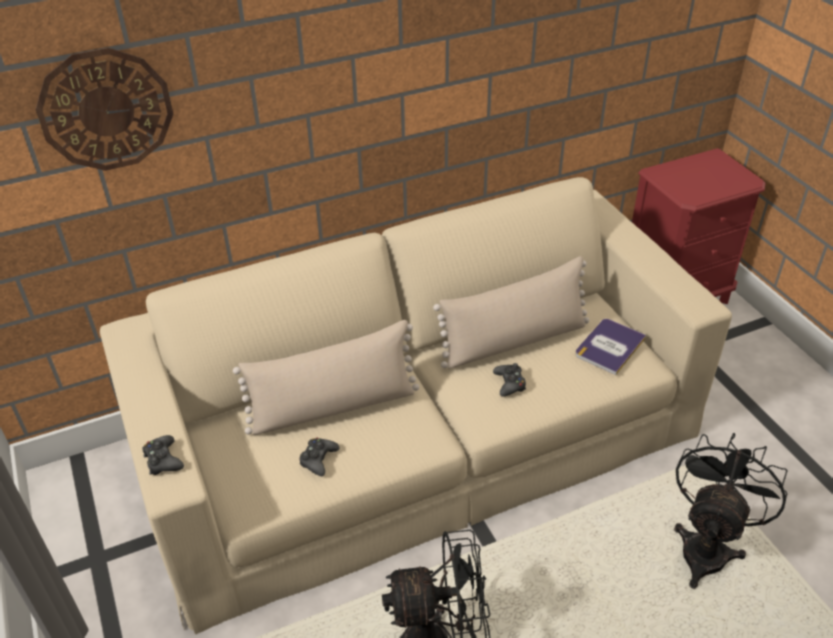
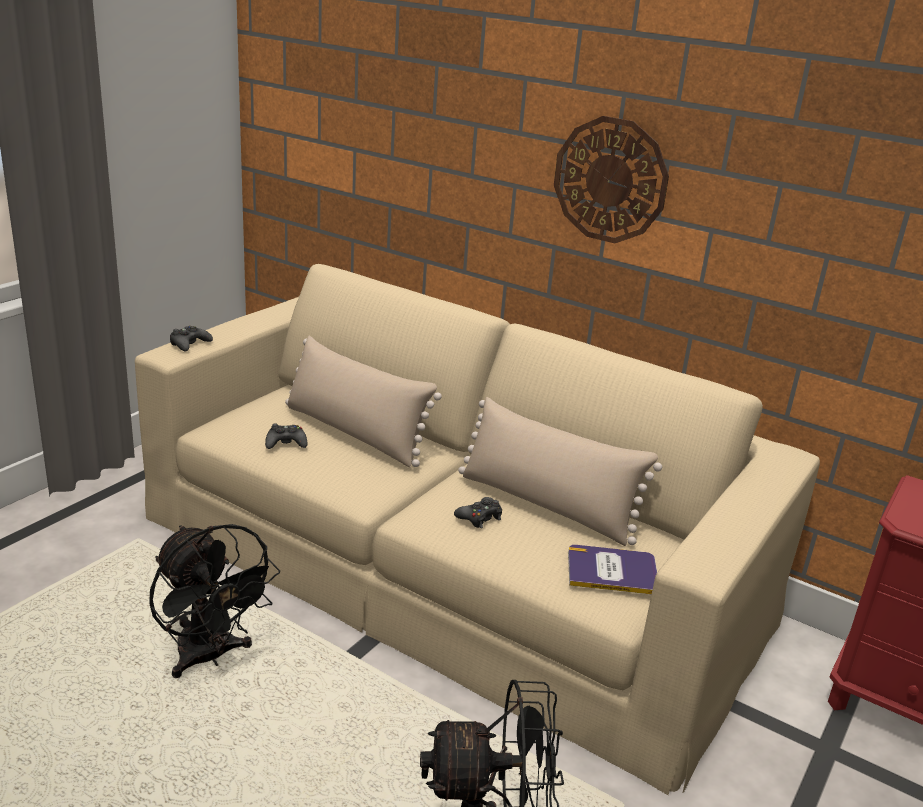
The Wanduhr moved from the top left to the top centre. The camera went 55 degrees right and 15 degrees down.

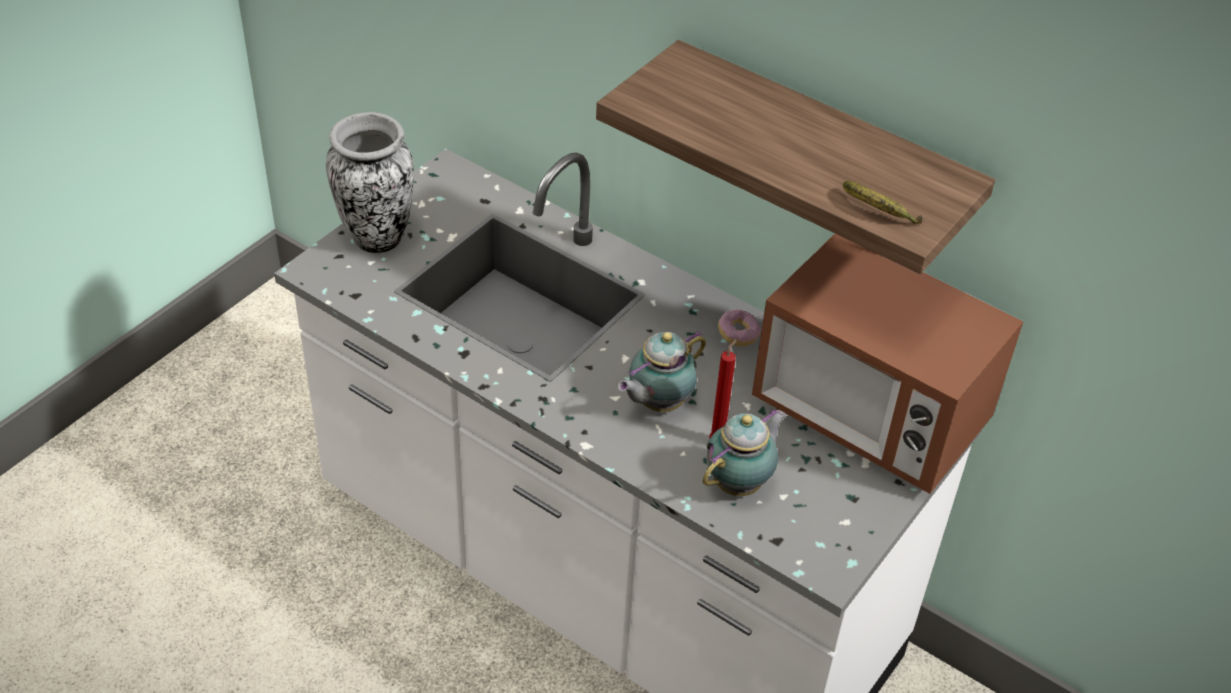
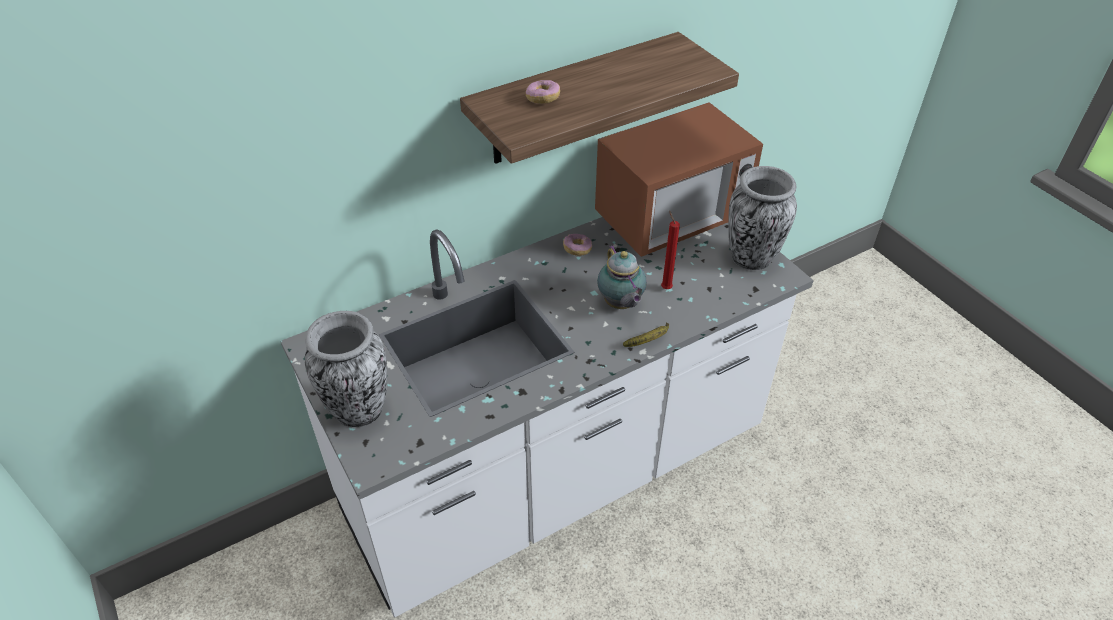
The Teekanne (2nd from left) at the centre disappeared. The Donut (1st from left) at the top centre appeared. The Vase (2nd from left) at the middle right appeared. The Banane moved from the top right to the centre. The camera went 65 degrees left and 0 degrees up.

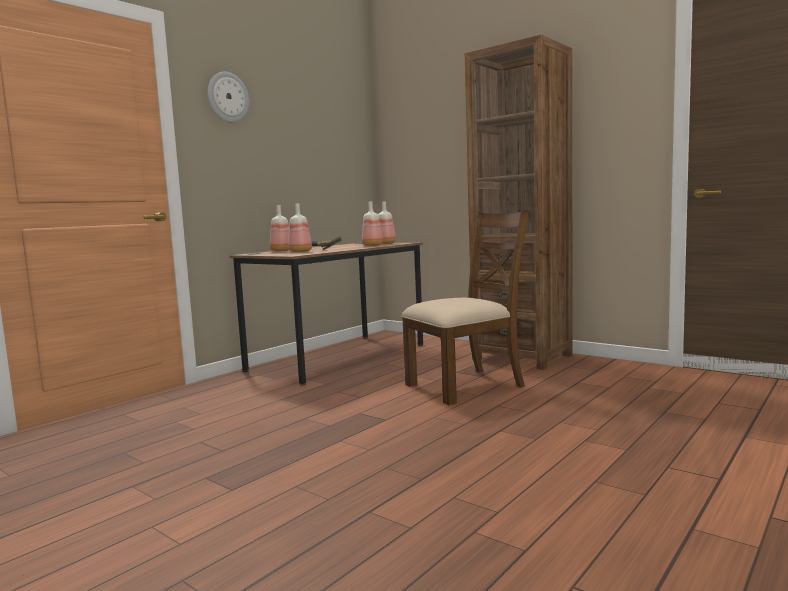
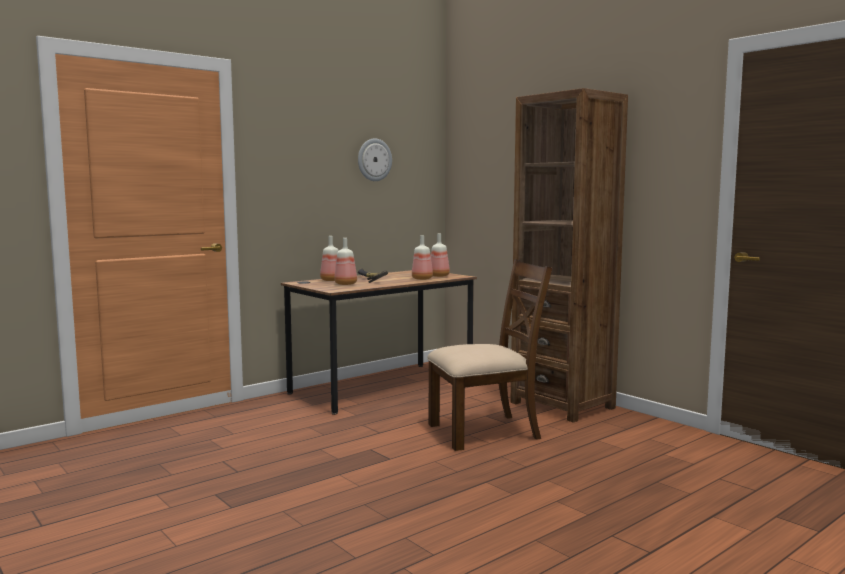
The Wanduhr moved from the top left to the top centre. The camera went 10 degrees right and 0 degrees up.

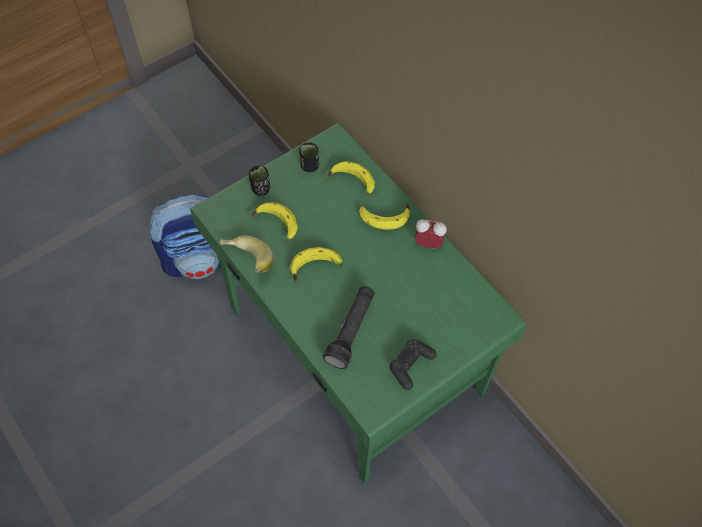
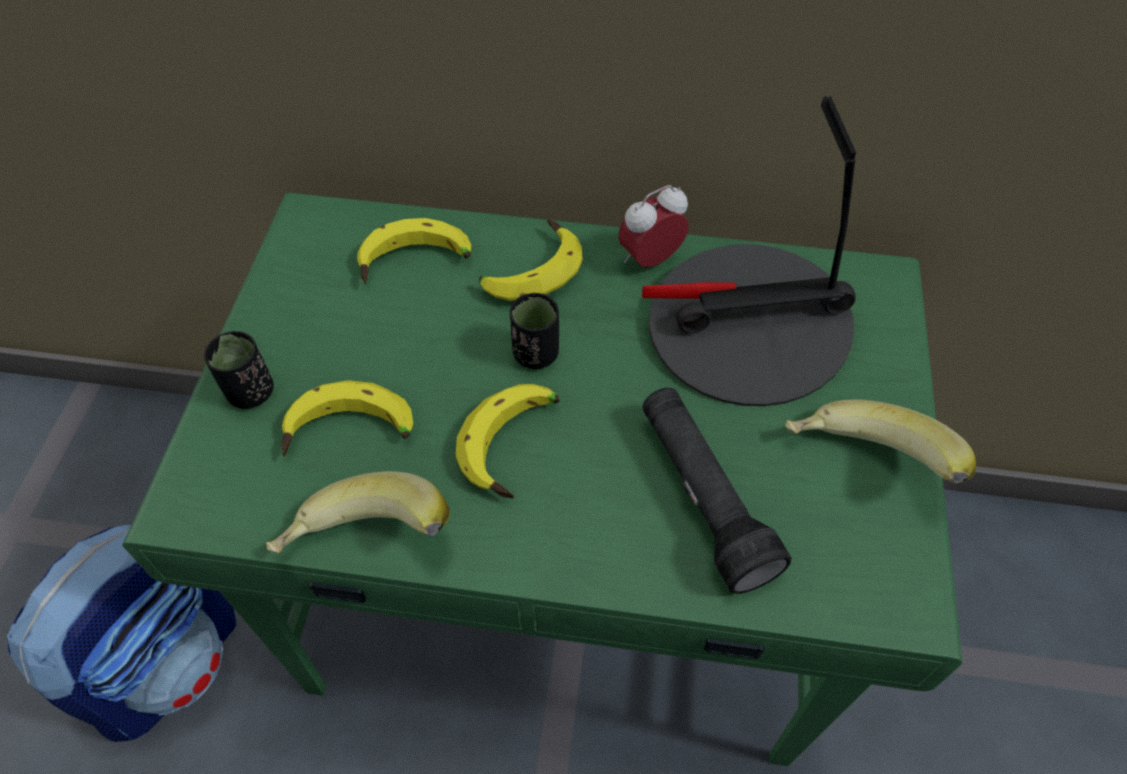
The Tischlampe at the top centre appeared. The Tasse [schwarz] (2nd from left) moved from the top centre to the centre. The Gamepad [schwarz] at the bottom centre was replaced by the Banane (6th from left) at the middle right. The camera went 45 degrees left and 5 degrees down.

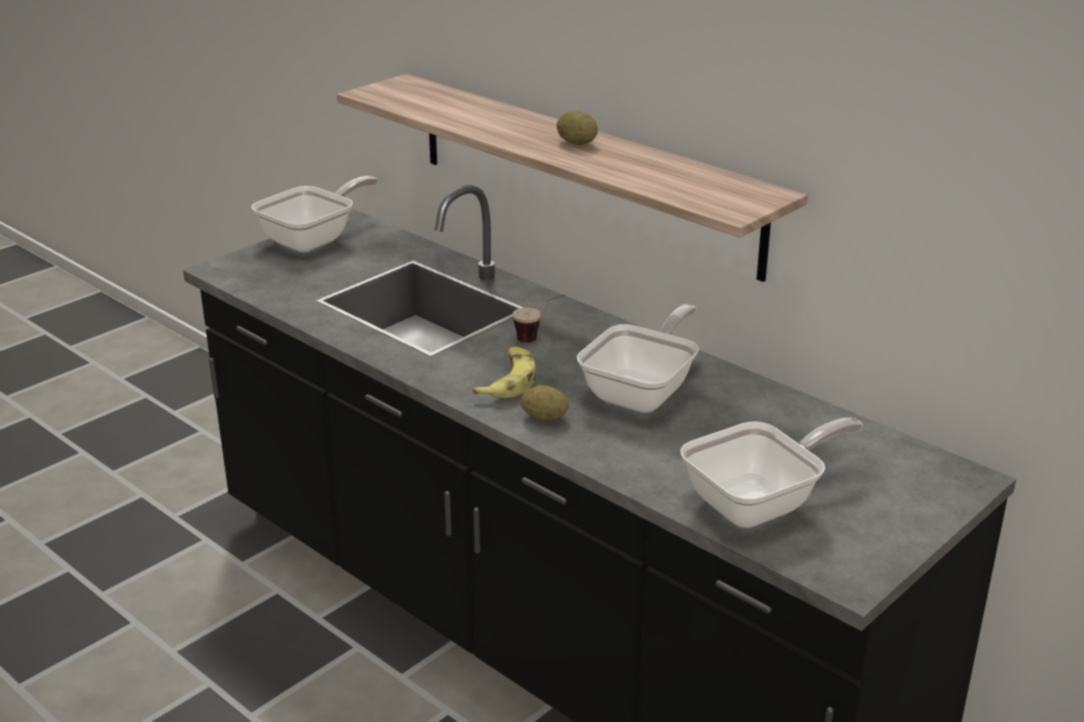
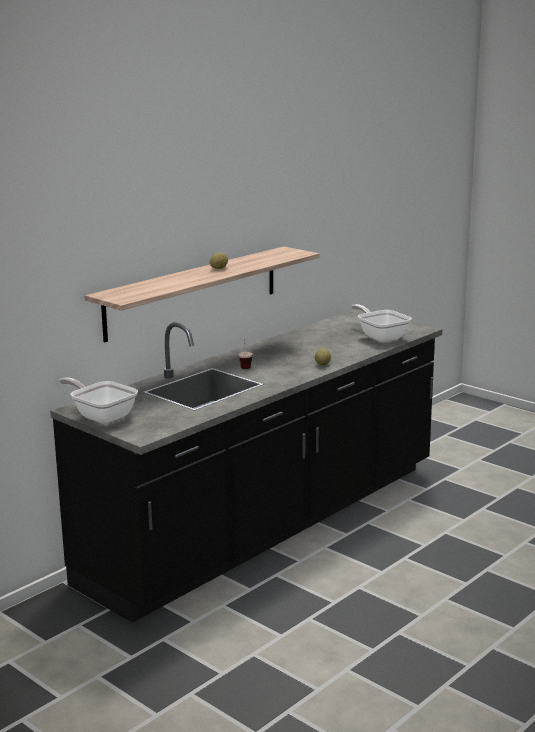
The Banane at the centre disappeared. The Pfanne (2nd from left) at the centre disappeared. The camera went 90 degrees left and 10 degrees down.

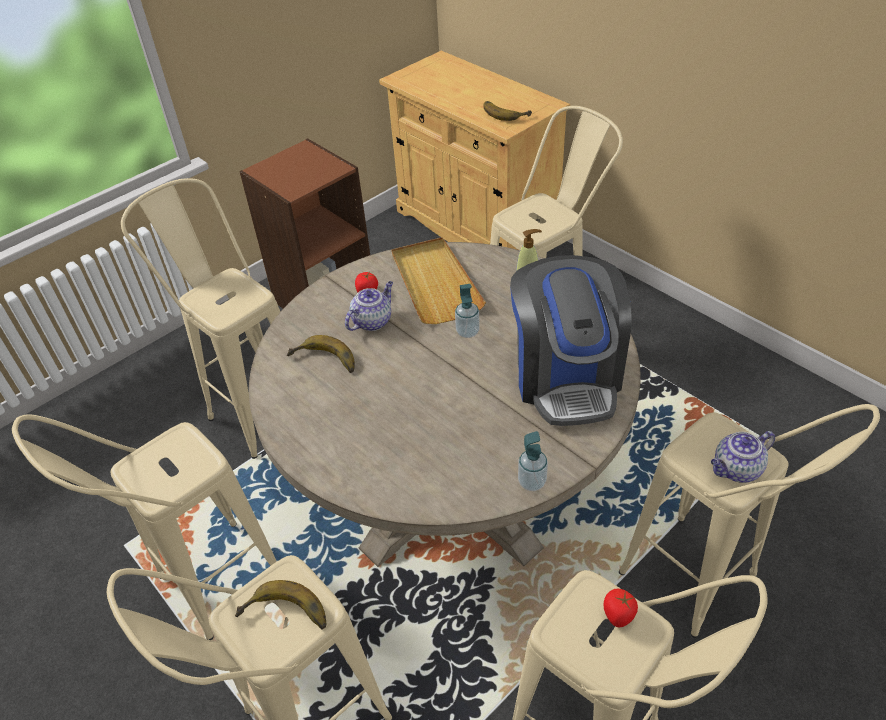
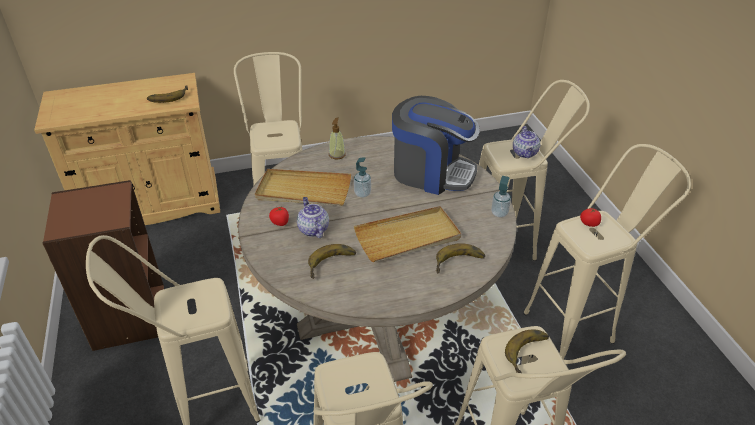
The Tablett [beige] (2nd from left) at the centre appeared. The Banane (3rd from left) at the centre appeared. The camera went 65 degrees left and 5 degrees down.

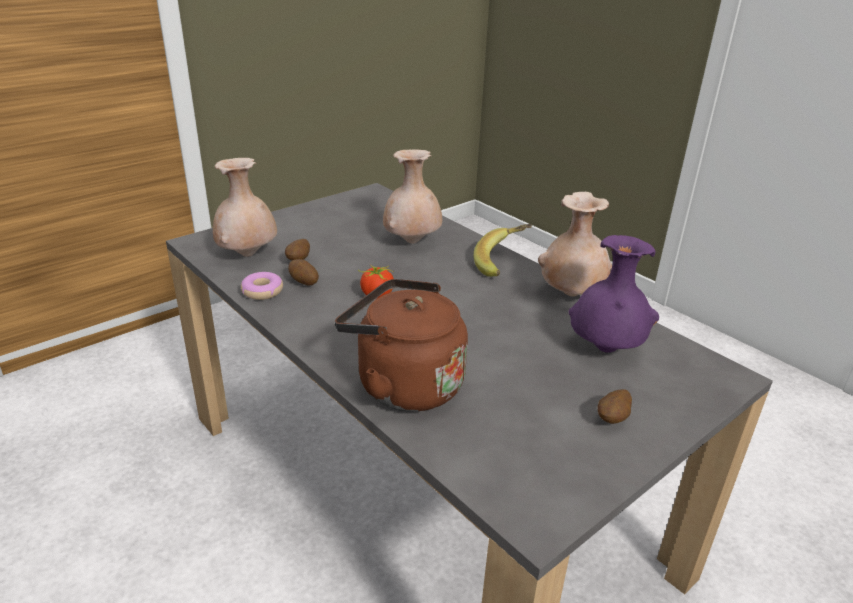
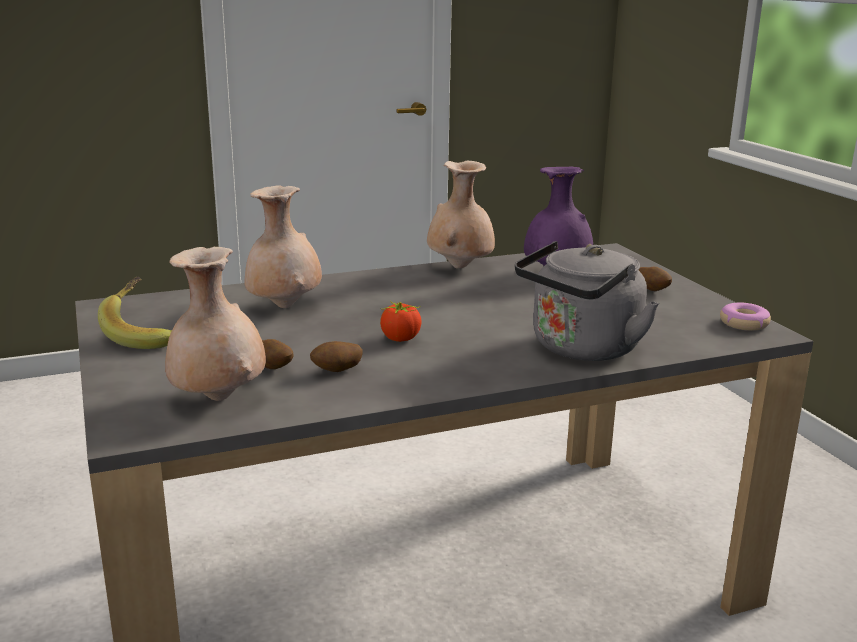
The Donut moved from the middle left to the middle right. The Banane moved from the centre to the middle left. The Wasserkessel [braun] at the centre became the Wasserkessel [grau] at the middle right. The camera went 70 degrees left and 10 degrees down.

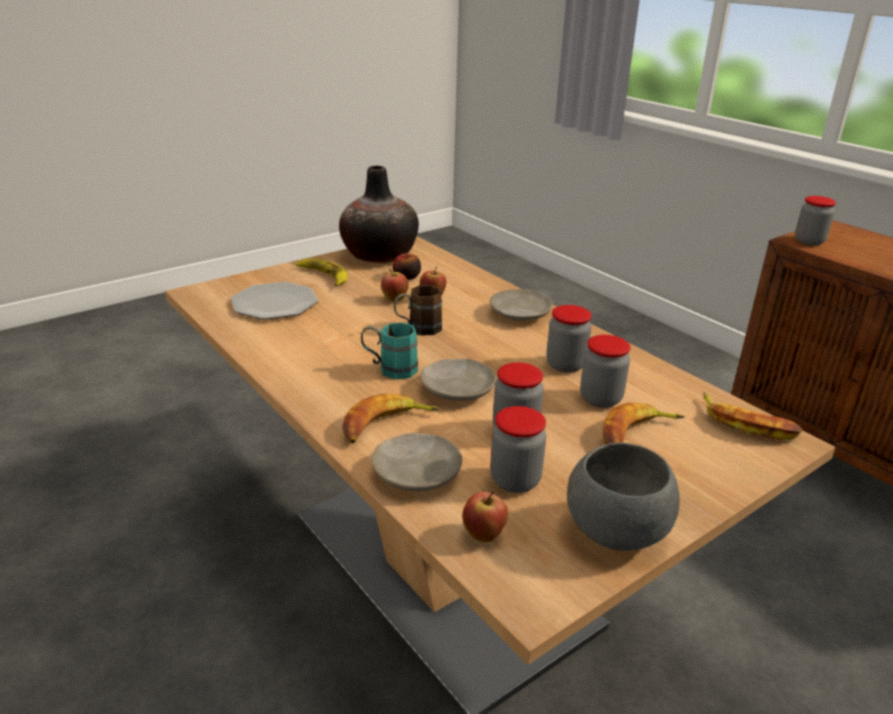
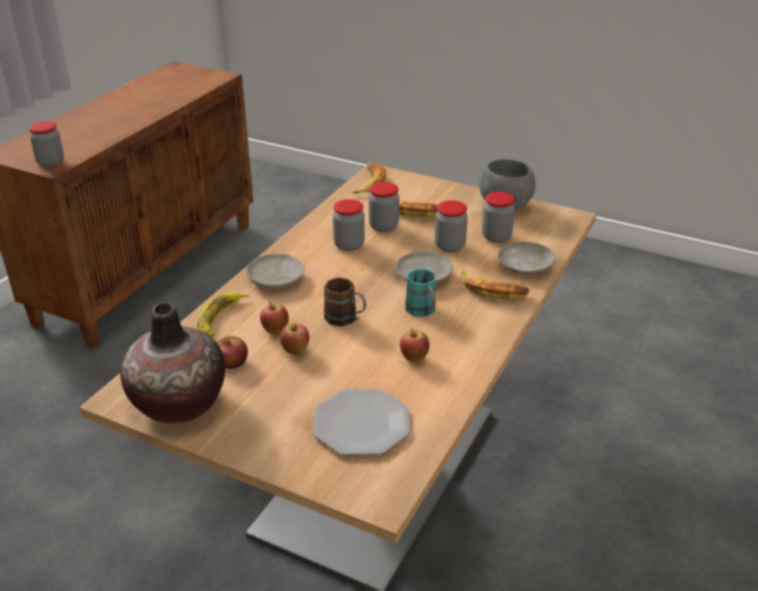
The Banane (1st from left) moved from the centre to the middle left. The Apfel (4th from left) moved from the bottom centre to the centre. The camera went 115 degrees left and 5 degrees up.

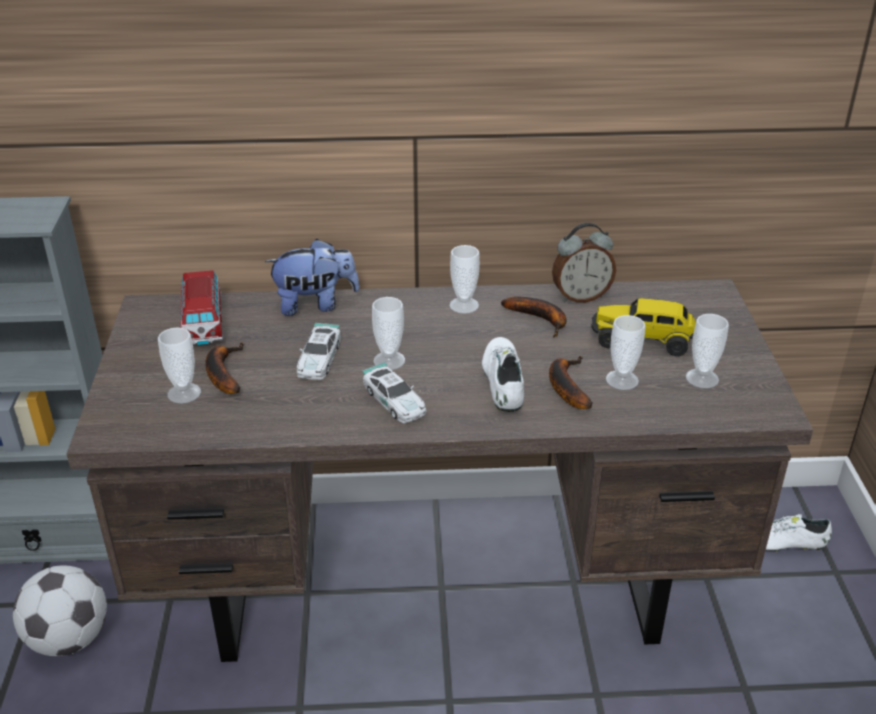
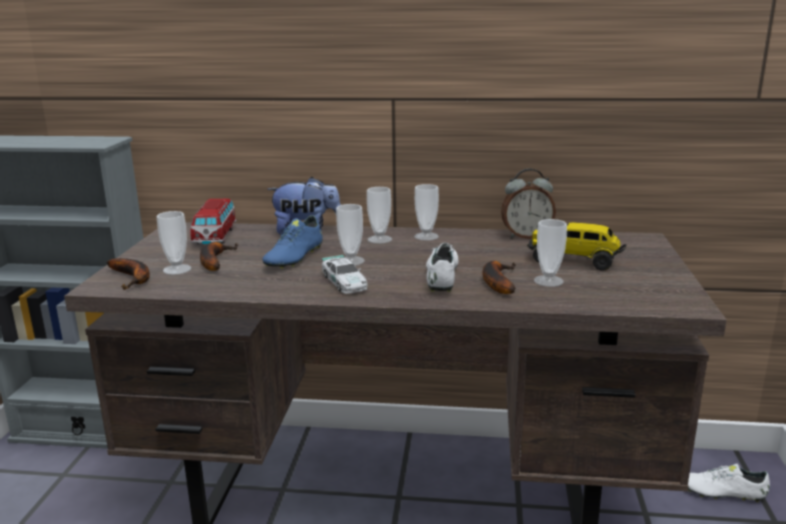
The Fußball at the bottom left disappeared. The Banane (2nd from left in the first image) moved from the centre to the middle left. The Tasse (5th from left in the first image) moved from the middle right to the centre. The Spielzeugauto (2nd from left) at the centre was replaced by the Schuh [blau] at the centre. The camera went 10 degrees right and 15 degrees down.

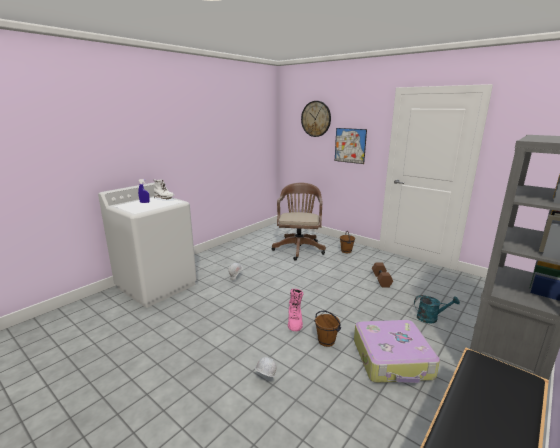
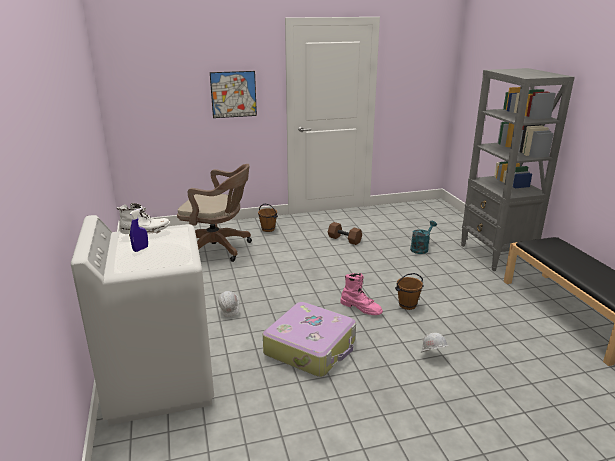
The Wanduhr at the top centre disappeared. The Koffer moved from the bottom right to the bottom centre. The Bürostuhl [braun] at the centre turned 150 degrees clockwise. The camera went 55 degrees left and 5 degrees up.

